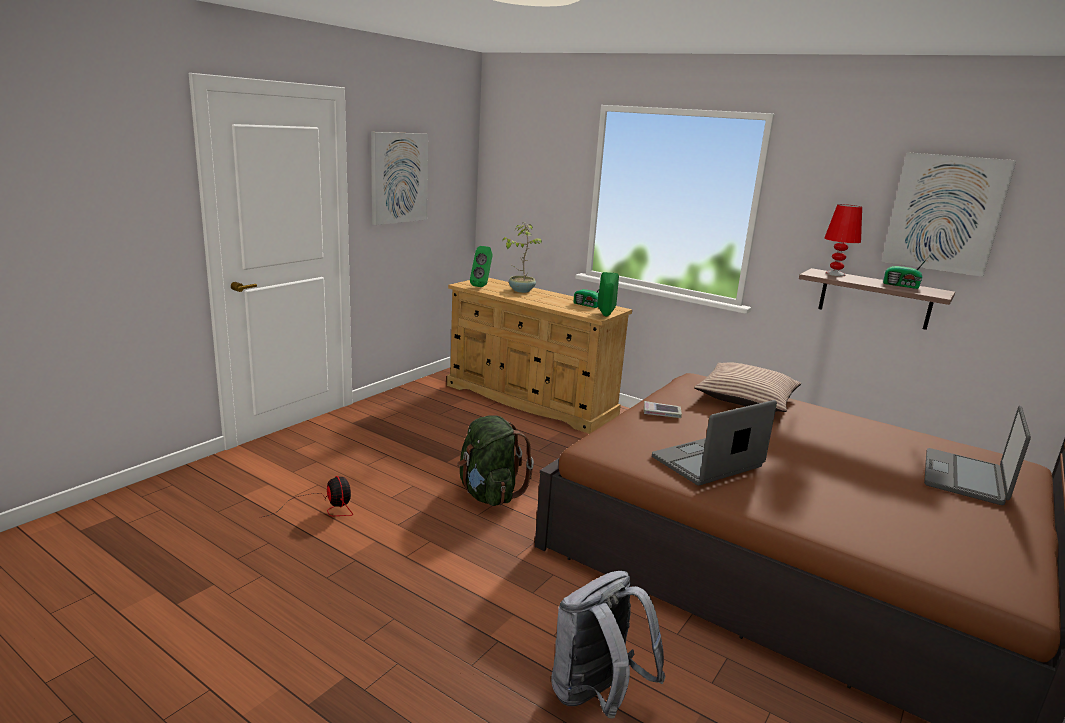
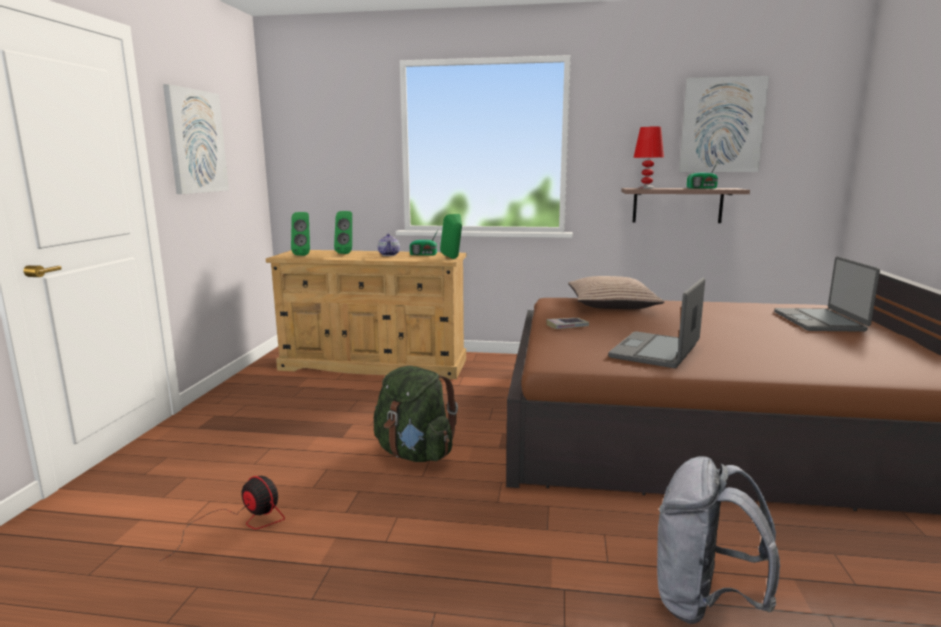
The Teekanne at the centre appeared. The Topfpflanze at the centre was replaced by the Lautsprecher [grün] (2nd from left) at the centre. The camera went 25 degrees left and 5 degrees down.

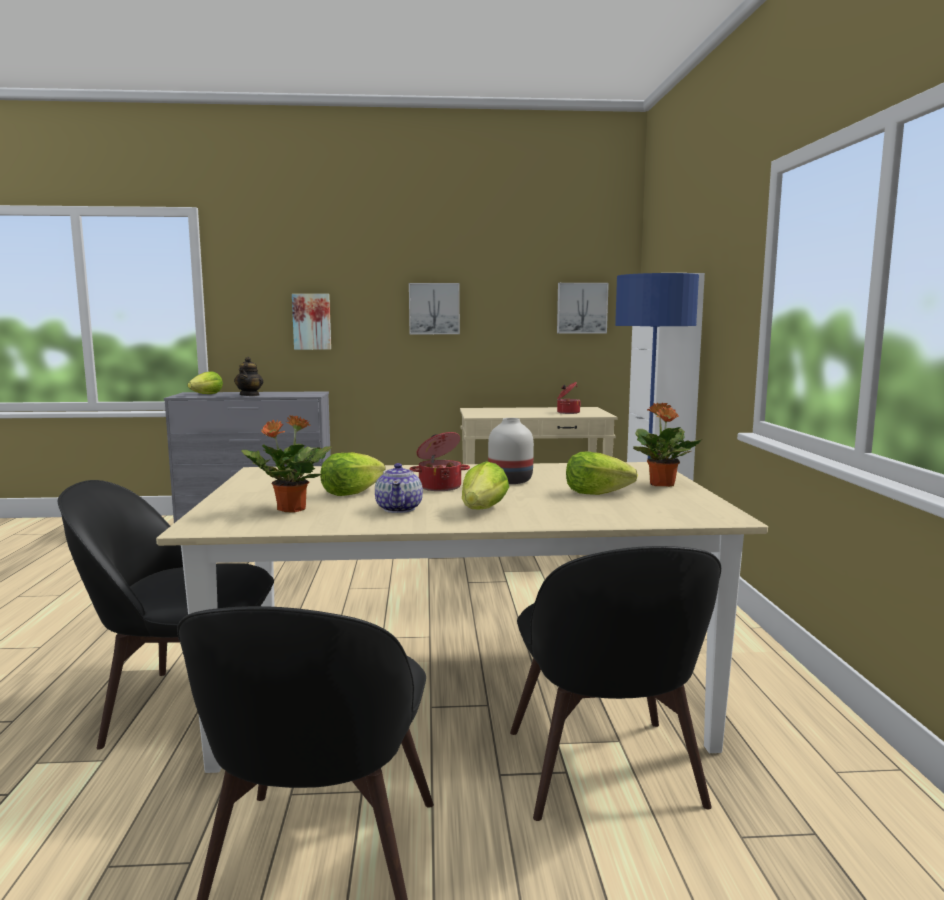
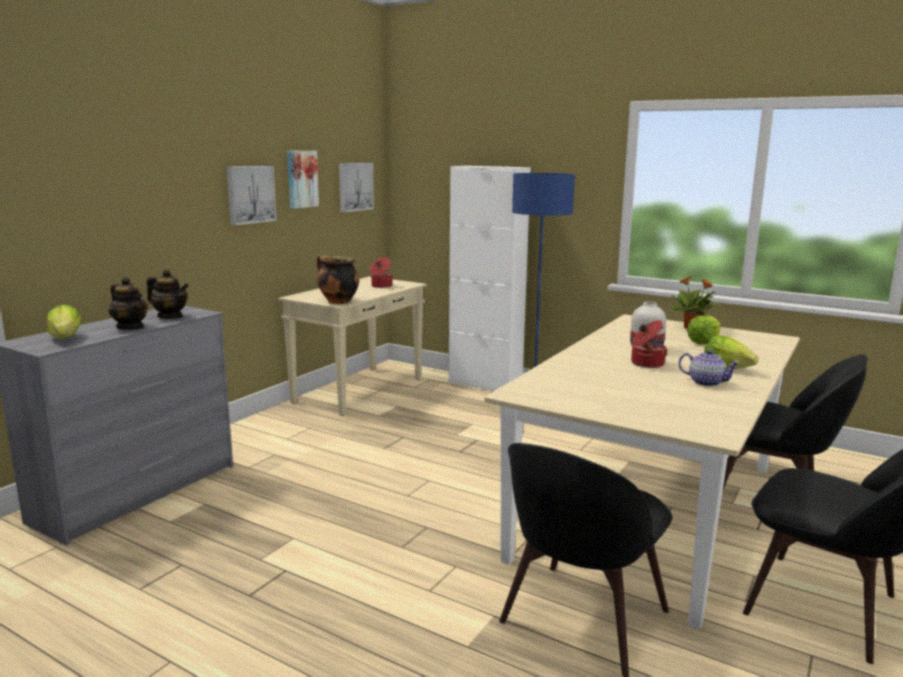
The Topfpflanze (1st from left) at the middle left disappeared. The Salatkopf (2nd from left) at the centre disappeared. The Teekanne (2nd from left) at the middle left appeared. The Kochtopf (1st from left) at the centre appeared. The Bild (1st from left in the first image) moved from the middle left to the top centre. The camera went 55 degrees left and 5 degrees up.

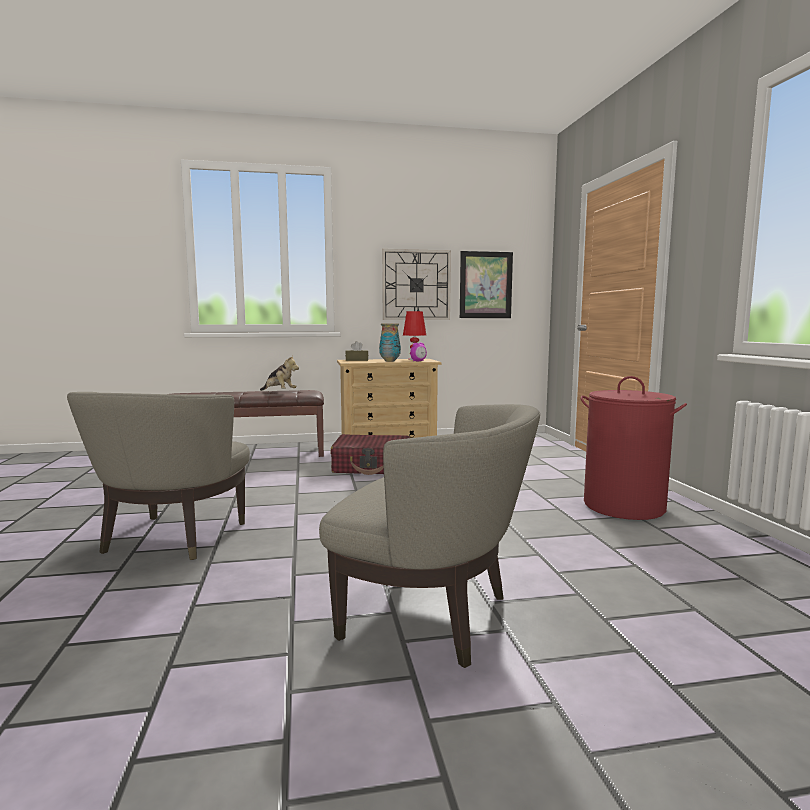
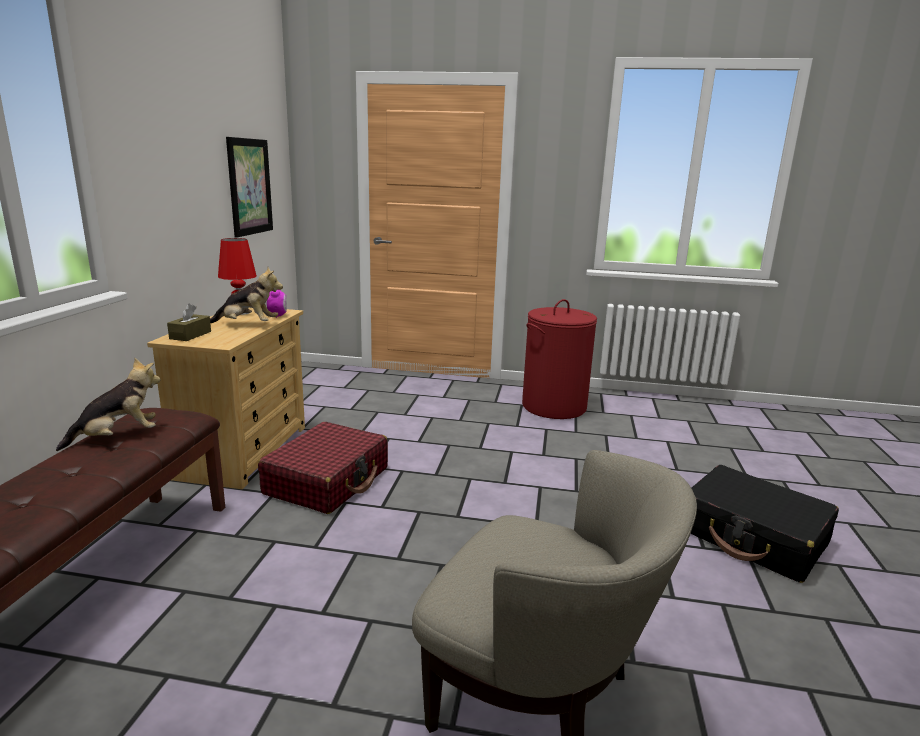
The Wanduhr at the centre disappeared. The Sessel [beige] (2nd from left) at the centre was replaced by the Koffer [schwarz] at the bottom right. The Vase at the centre was replaced by the Plüschtier (2nd from left) at the middle left. The camera went 70 degrees left and 10 degrees up.

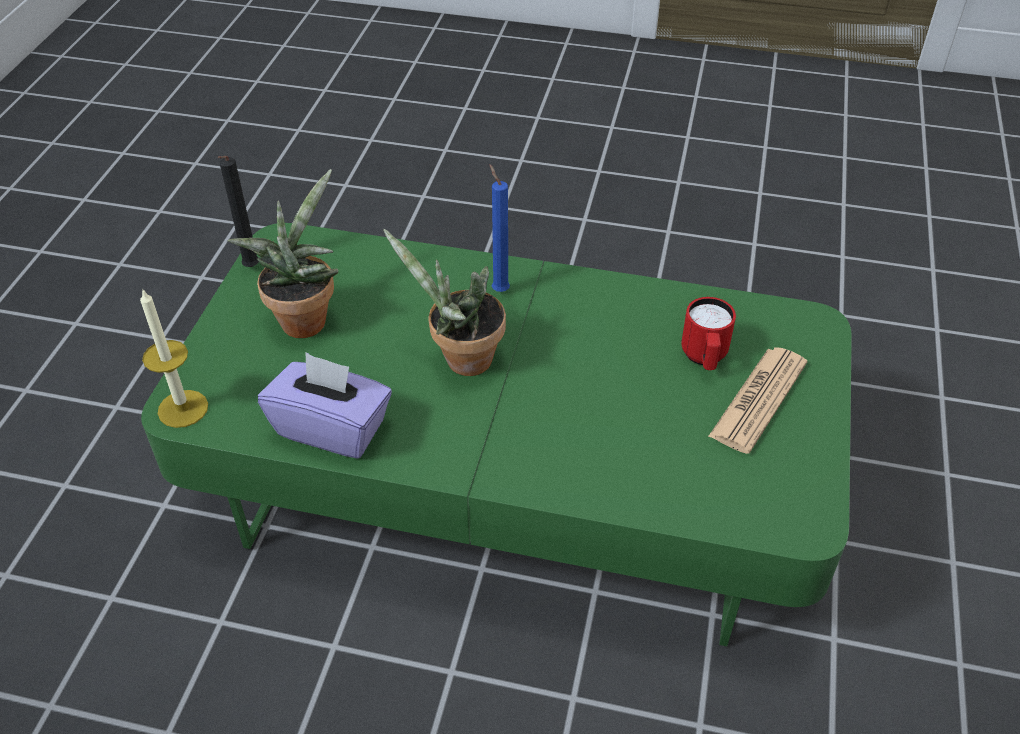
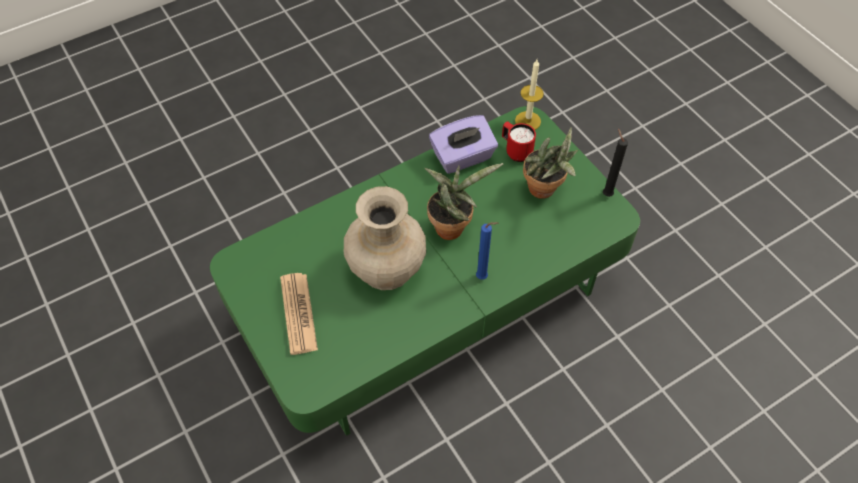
The Vase [beige] at the centre appeared. The Henkelbecher [rot] moved from the middle right to the top centre. The camera went 135 degrees right and 10 degrees up.

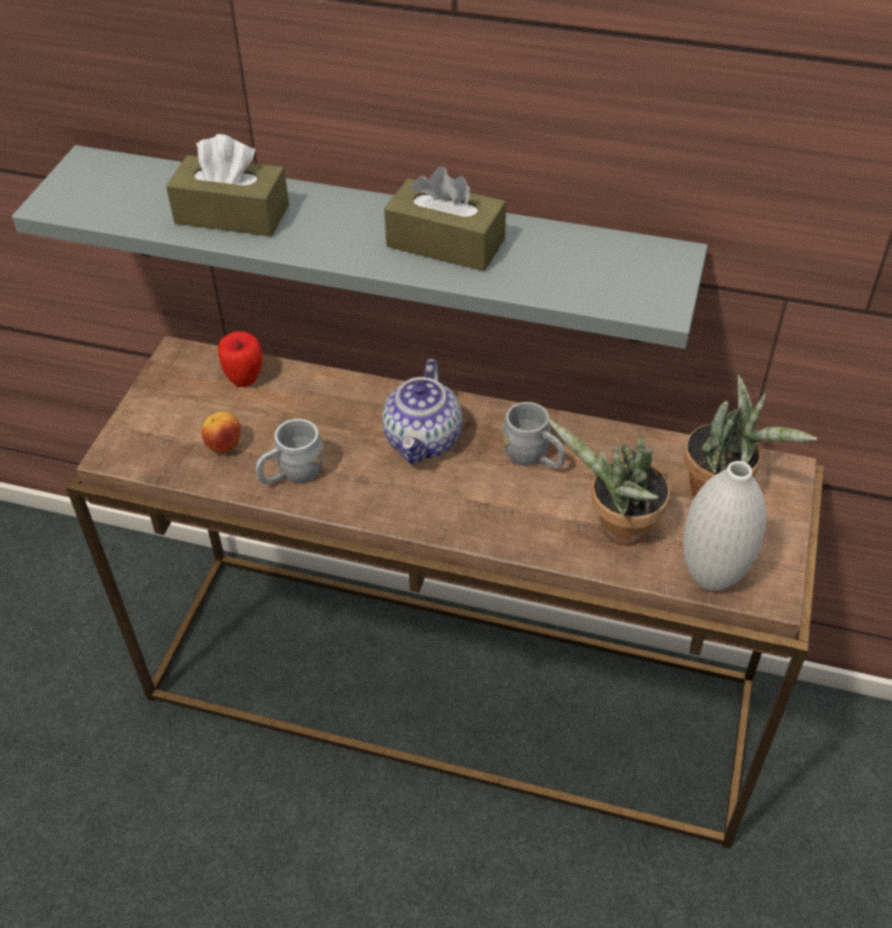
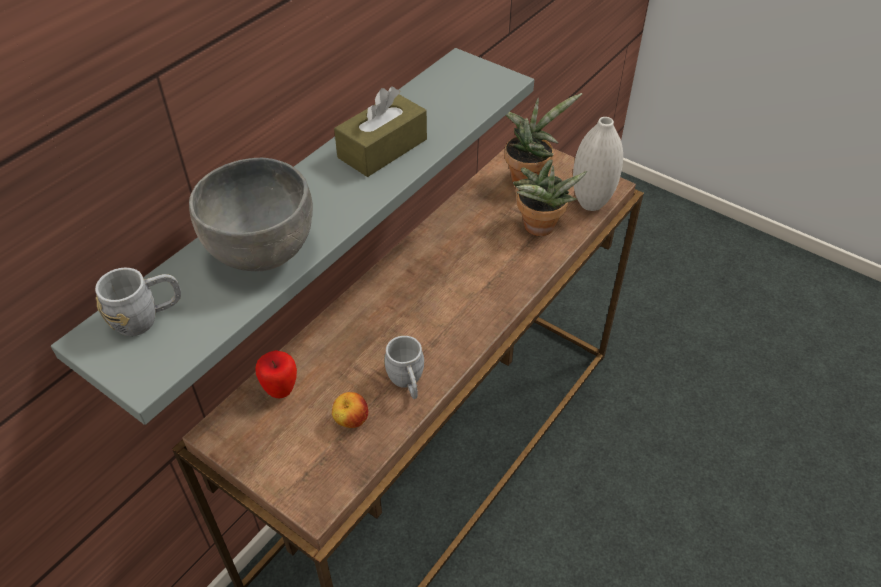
The Teekanne at the centre disappeared. The Henkelbecher [grau] (2nd from left in the first image) moved from the centre to the middle left. The Taschentuchbox [braun] (1st from left) at the top left was replaced by the Schüssel [grau] at the middle left. The camera went 70 degrees left and 0 degrees up.

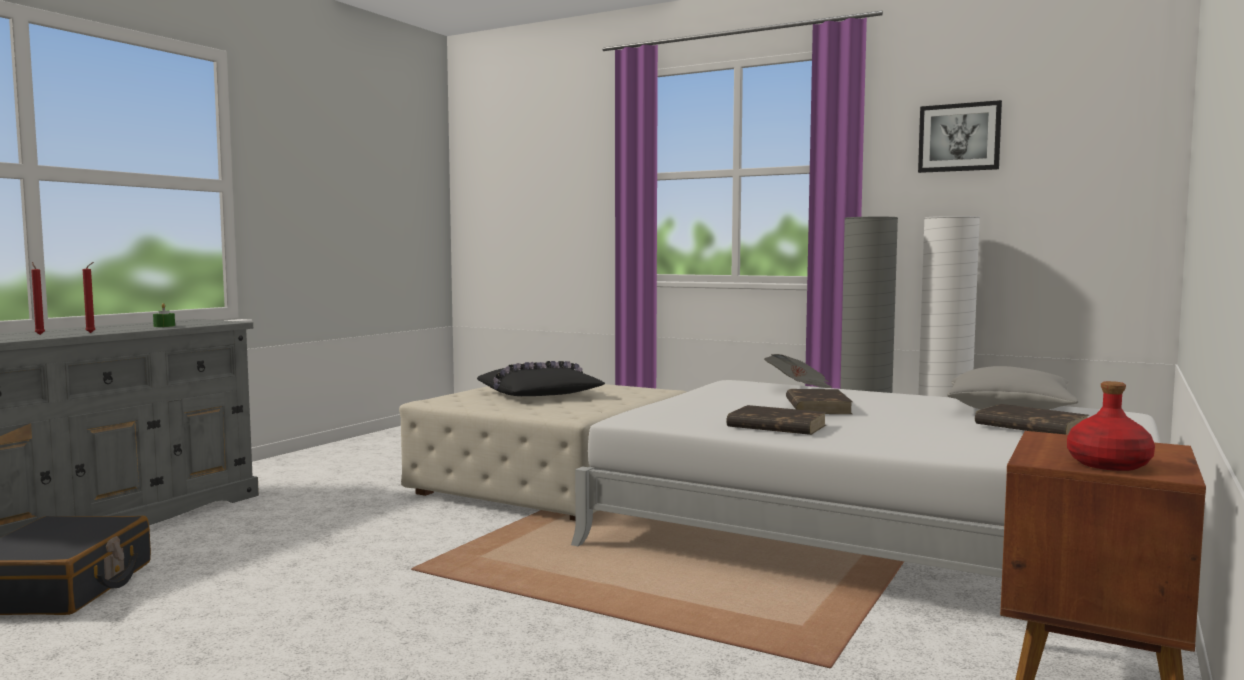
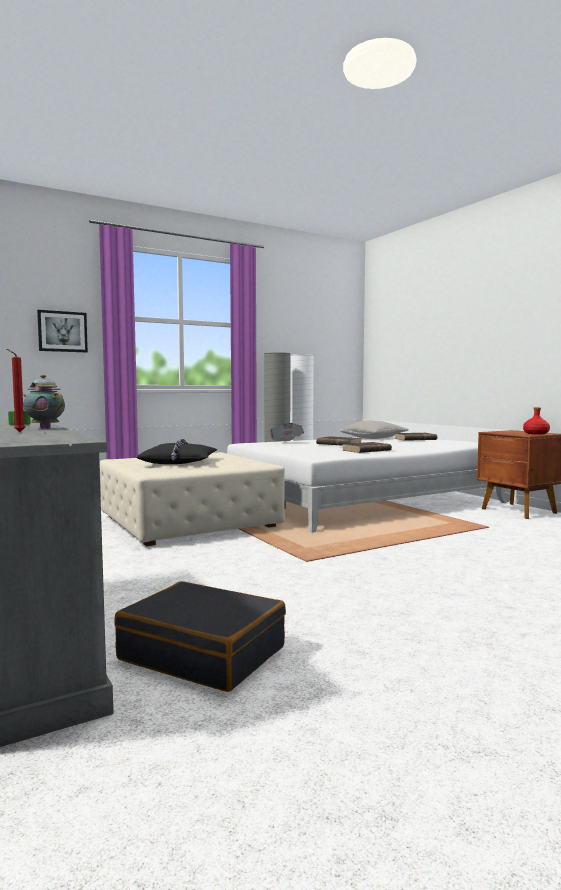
The Bild moved from the top right to the middle left. The Kerze [rot] (2nd from left) at the middle left was replaced by the Teekanne at the middle left. The camera went 60 degrees left and 0 degrees up.

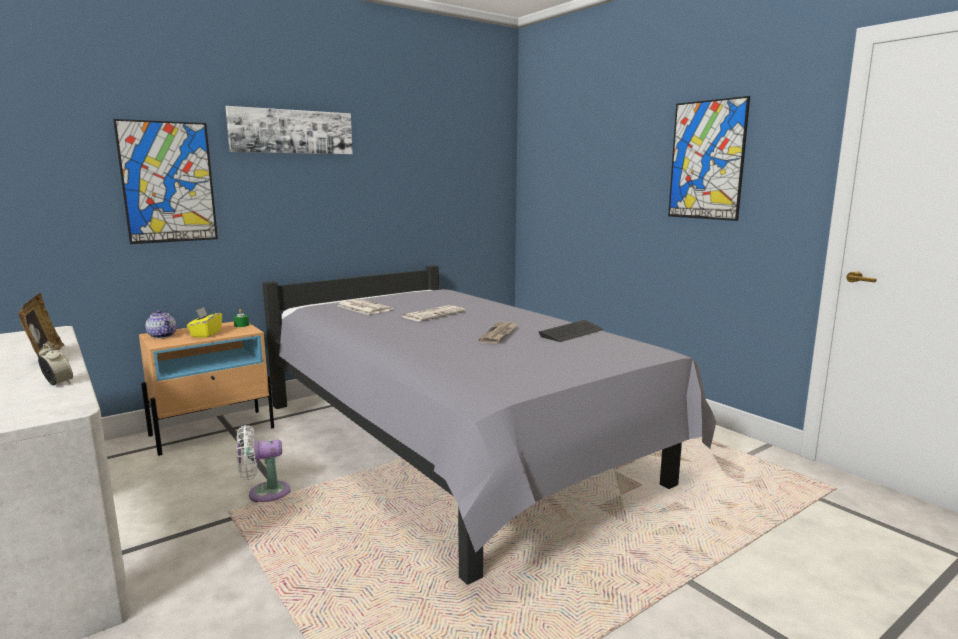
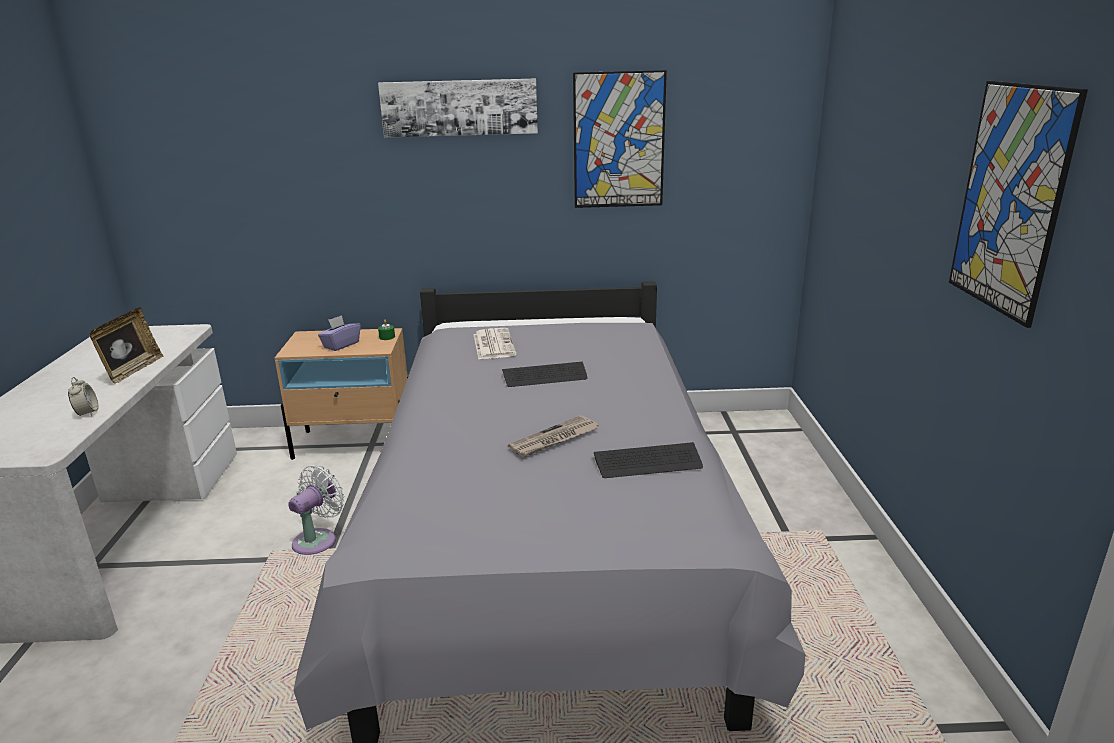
The Teekanne at the middle left disappeared. The Bild (1st from left in the first image) moved from the top left to the top centre. The Zeitung (2nd from left) at the centre was replaced by the Tastatur (1st from left) at the centre. The Taschentuchbox [gelb] at the middle left became the Taschentuchbox [lila] at the middle left. The Ventilator [weiß] at the bottom left turned 105 degrees clockwise. The camera went 35 degrees right and 10 degrees up.

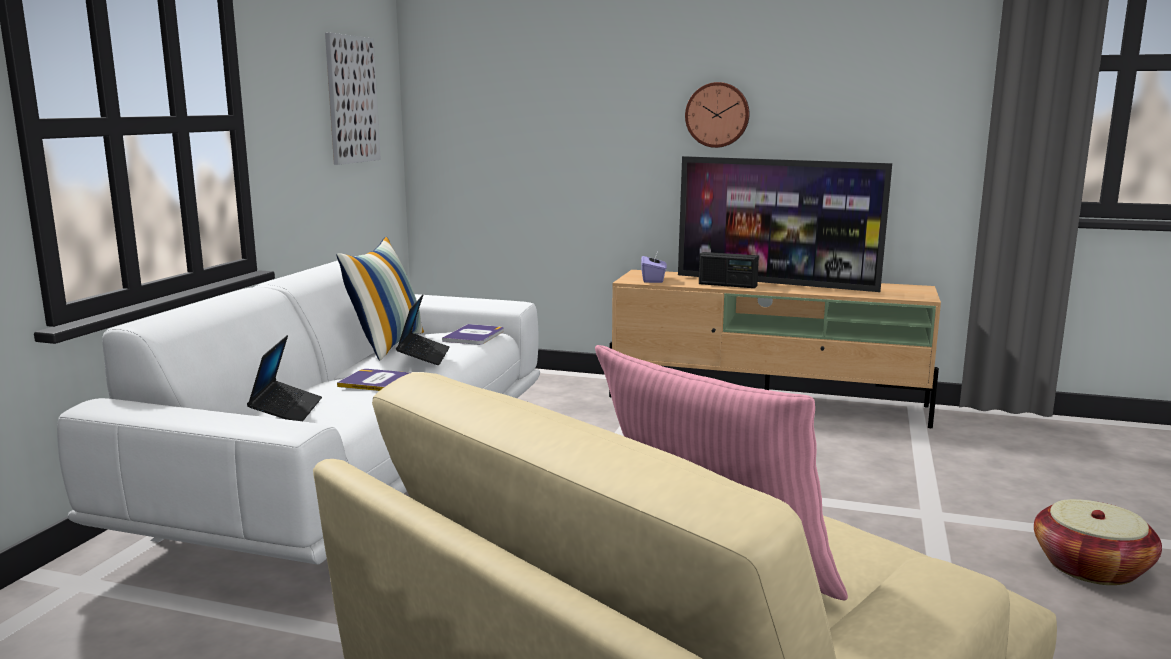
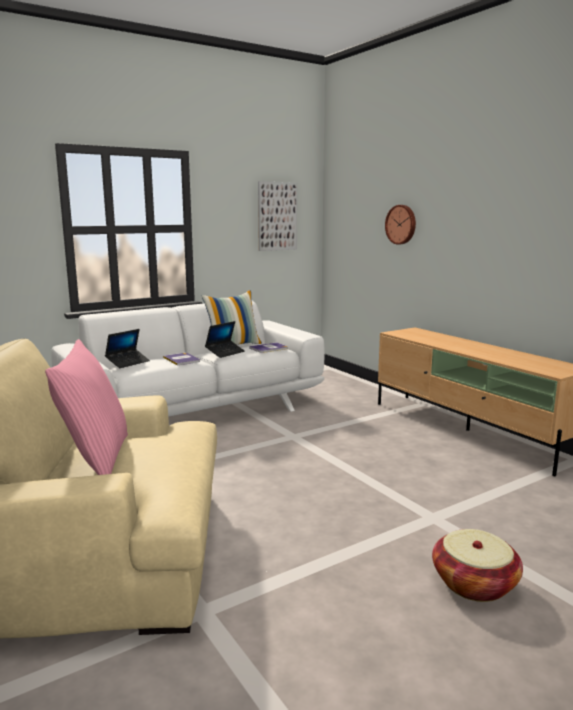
The Taschentuchbox [lila] at the centre disappeared. The Fernseher at the middle right disappeared. The Radio at the centre disappeared. The Wanduhr moved from the top centre to the top right. The camera went 40 degrees right and 0 degrees up.

